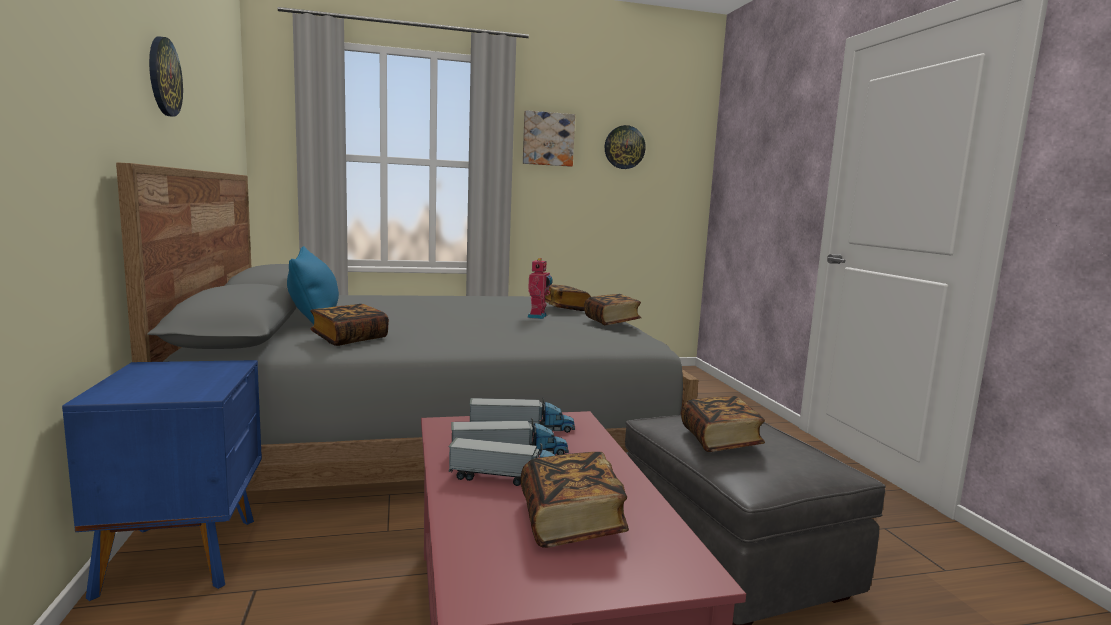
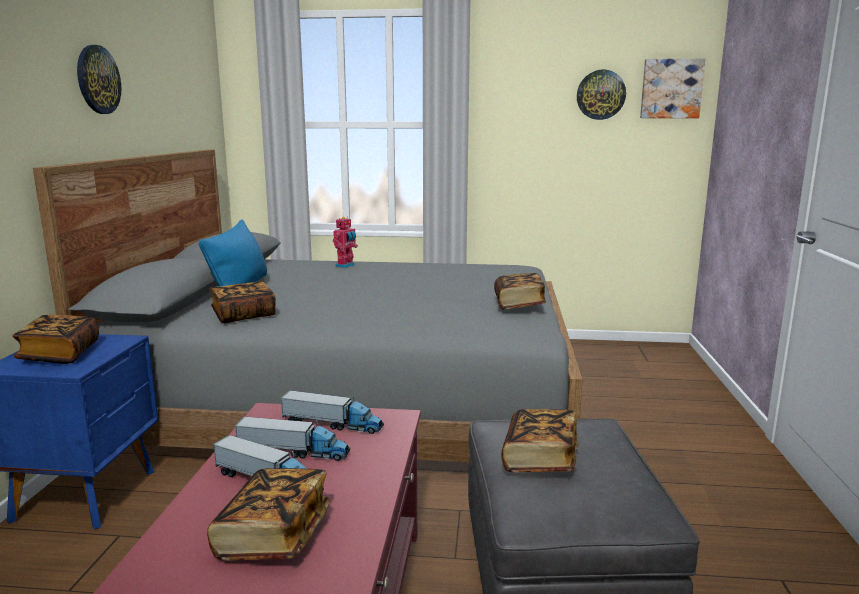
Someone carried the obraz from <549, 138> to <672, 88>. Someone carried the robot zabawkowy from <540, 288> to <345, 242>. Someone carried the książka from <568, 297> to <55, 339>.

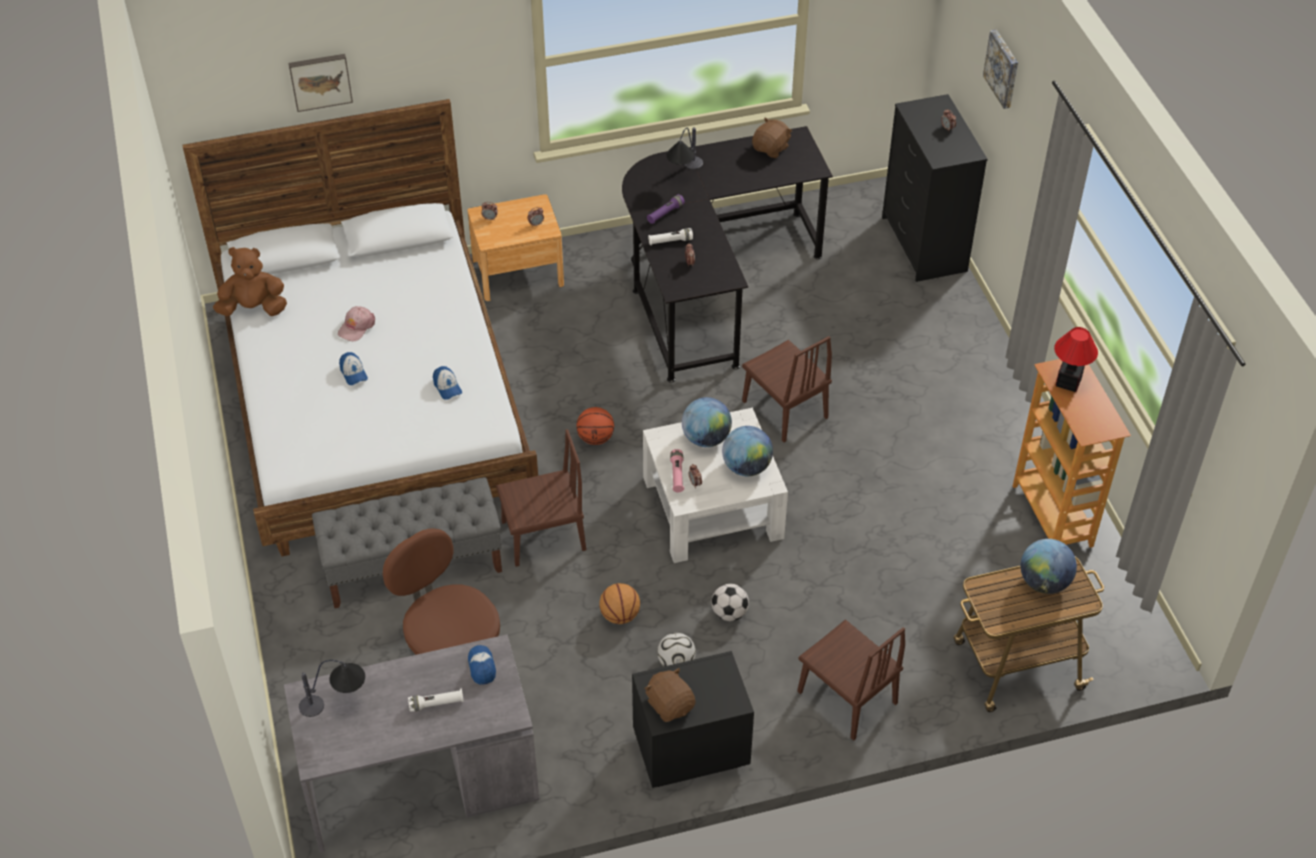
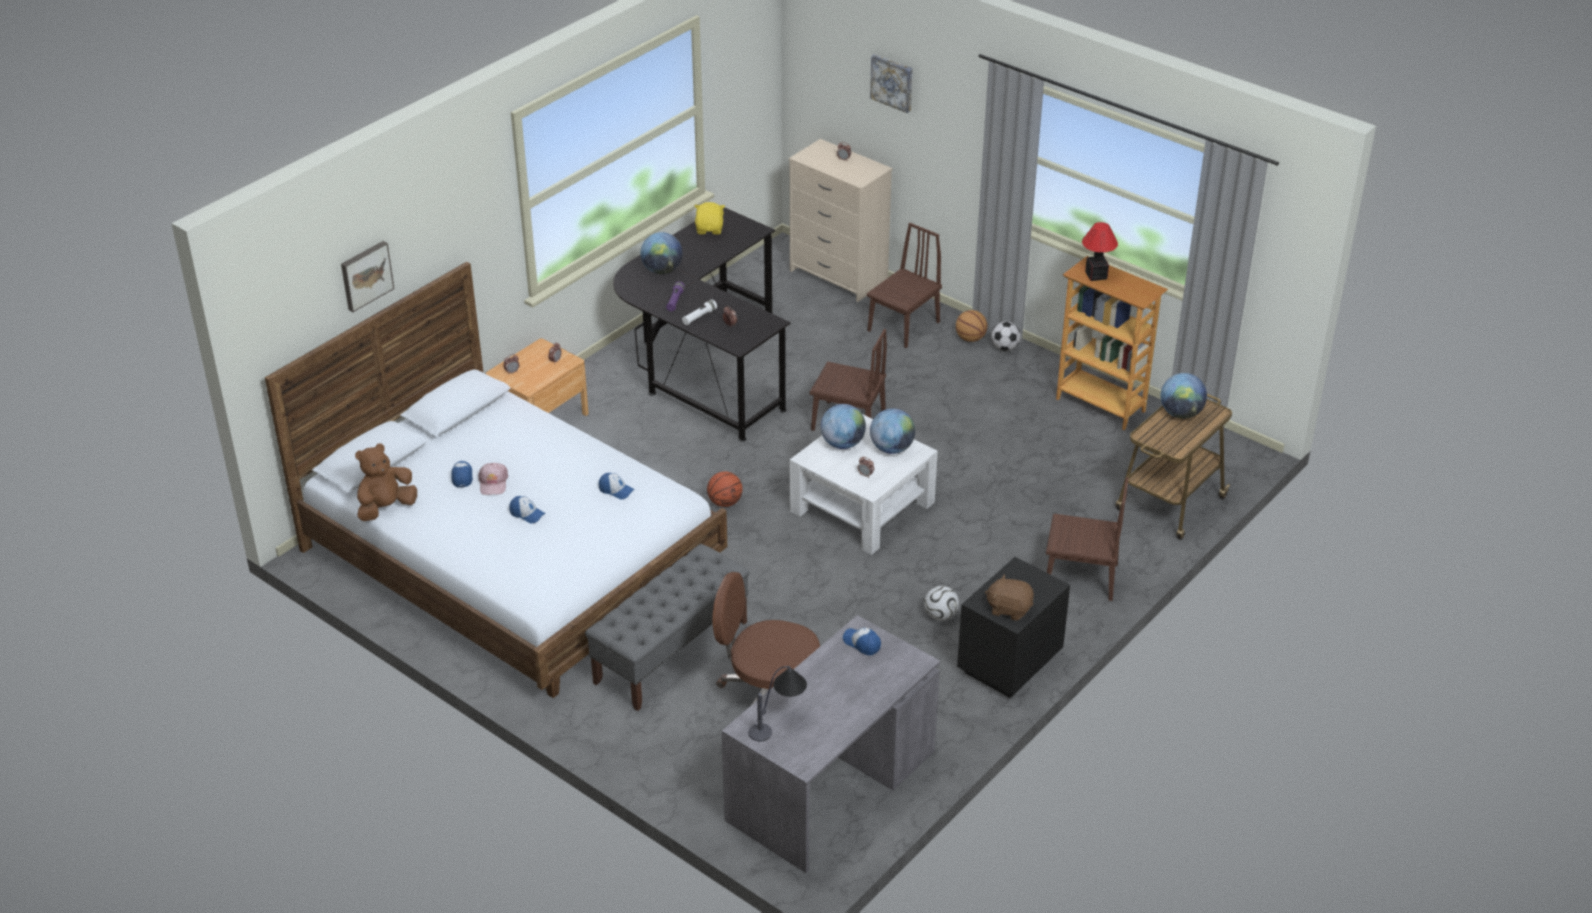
Someone took away the latarka [biały] at <436, 700>. Someone took away the latarka [różowy] at <677, 471>. Someone put down the czapka z daszkiem at <462, 474>. Someone carried the krzesło [brązowy] from <541, 498> to <904, 285>. Someone carried the piłka do koszykówki from <619, 603> to <971, 326>. Someone carried the piłka futbolowa from <730, 602> to <1006, 336>. Someone swapped the lampa stołowa at <684, 148> for the globus at <661, 253>. Someone repainted the pluszak [brązowy] at <772, 138>, which became the pluszak [żółty] at <709, 218>. Someone repainted the komoda [czarny] at <935, 188>, which became the komoda [beżowy] at <841, 220>.

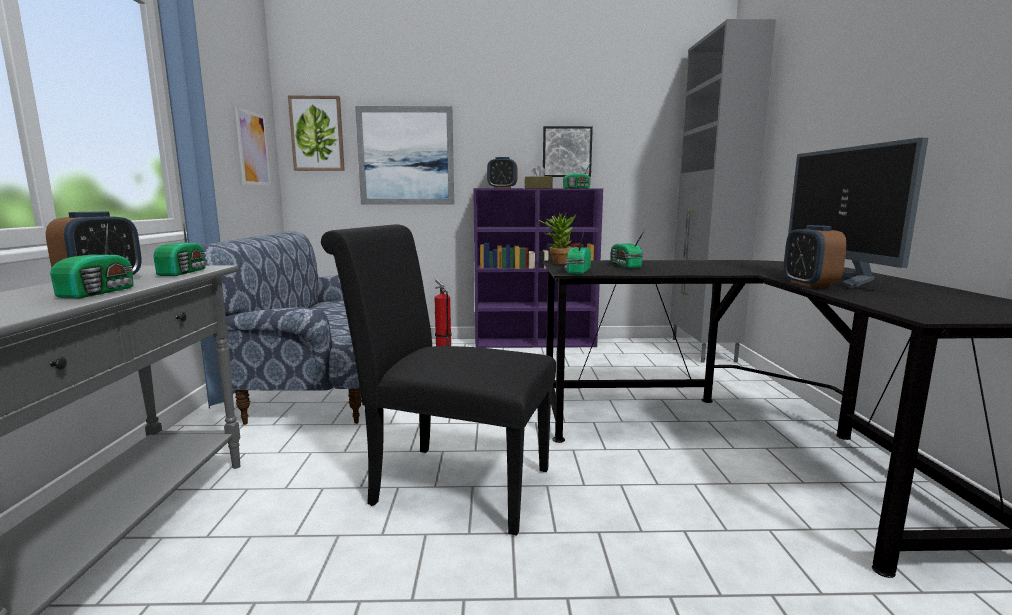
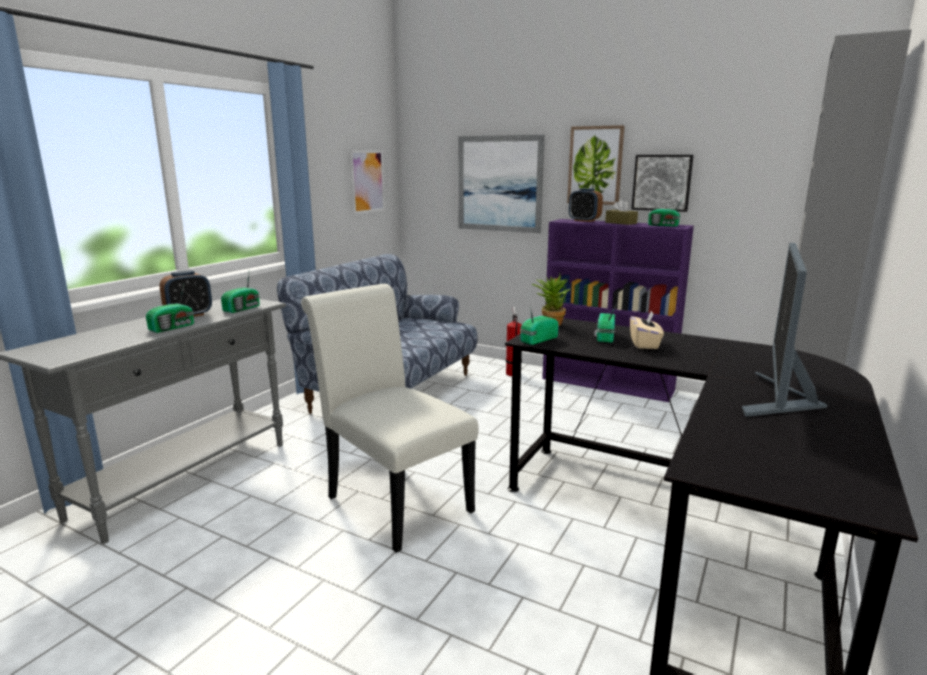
Someone took away the budzik at <815, 256>. Someone put down the pudełko chusteczek [beżowy] at <647, 329>. Someone carried the obraz from <316, 133> to <596, 165>. Someone repainted the krzesło [czarny] at <438, 380>, which became the krzesło [biały] at <389, 418>.

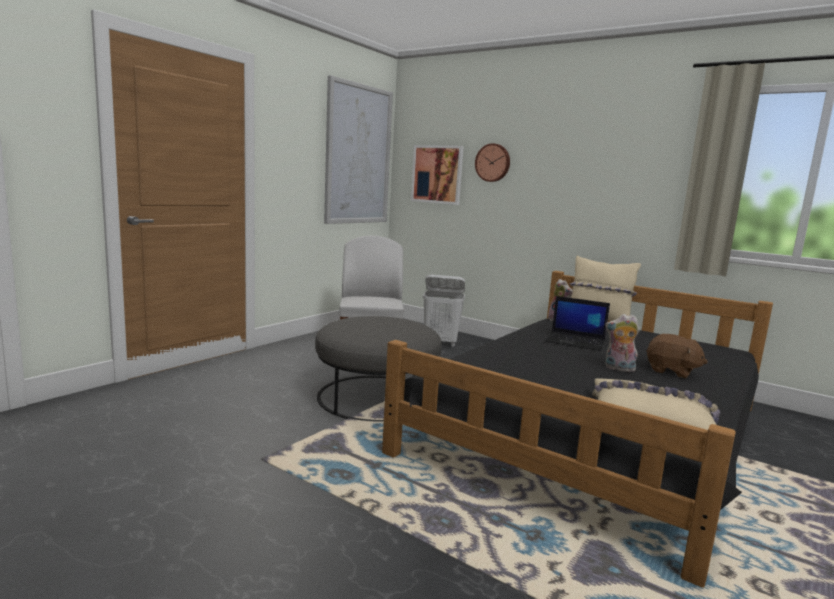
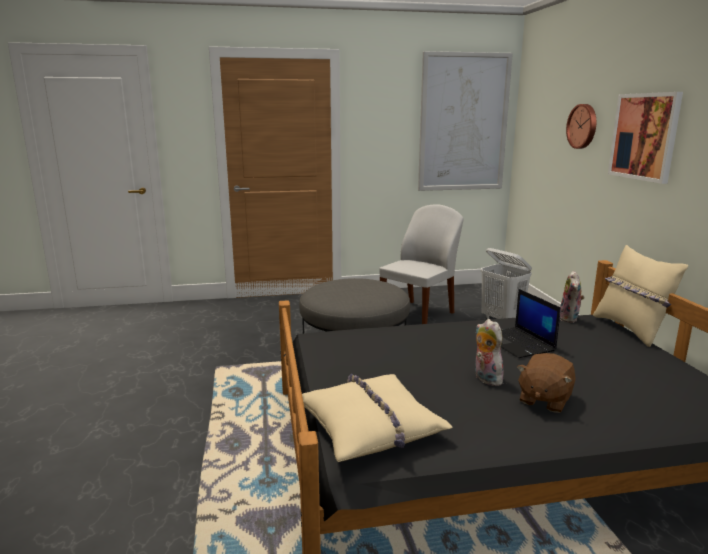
Someone carried the obraz from <437, 175> to <645, 138>. Someone rotated the pluszak [brązowy] at <677, 356> by 45 degrees clockwise.

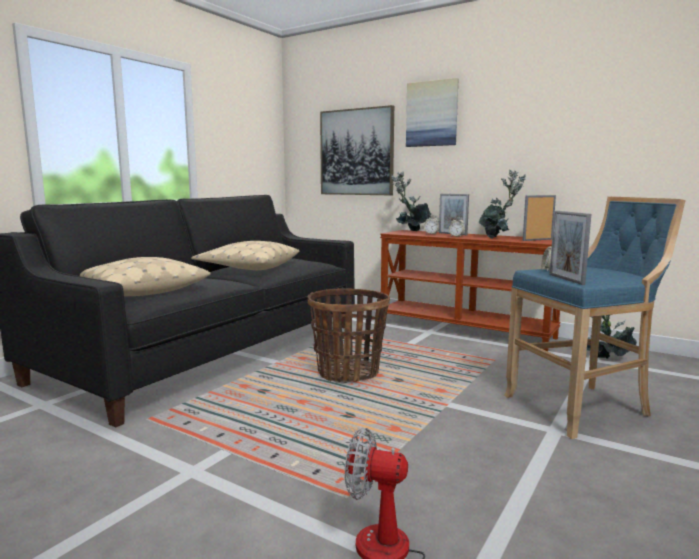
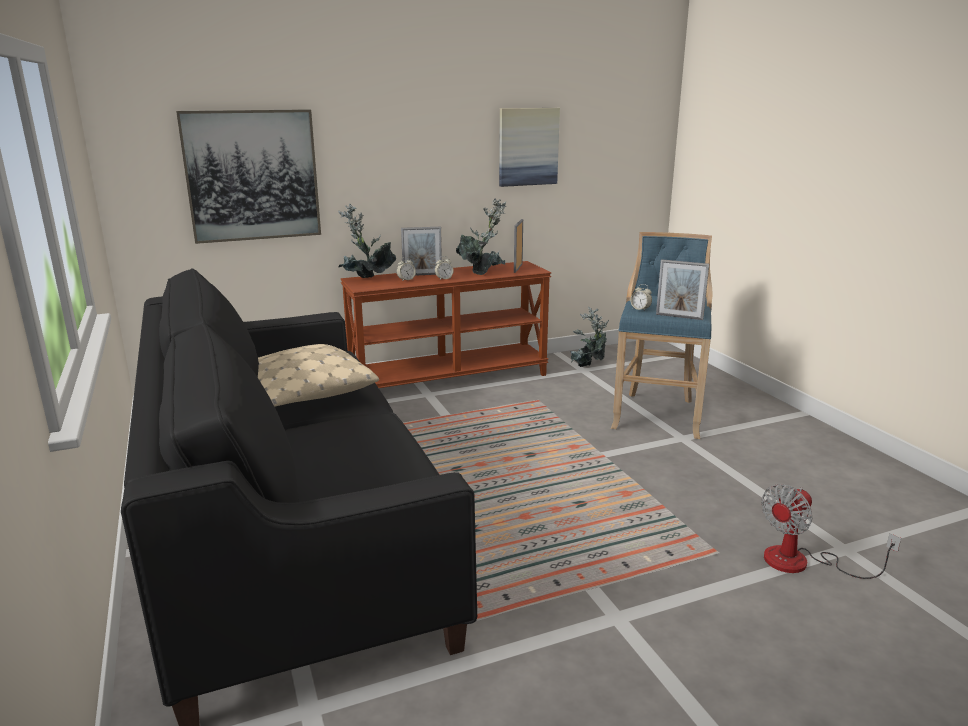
Someone took away the poduszka [beżowy] at <145, 276>. Someone took away the koszyk at <348, 335>. Someone carried the obraz from <432, 112> to <529, 147>.

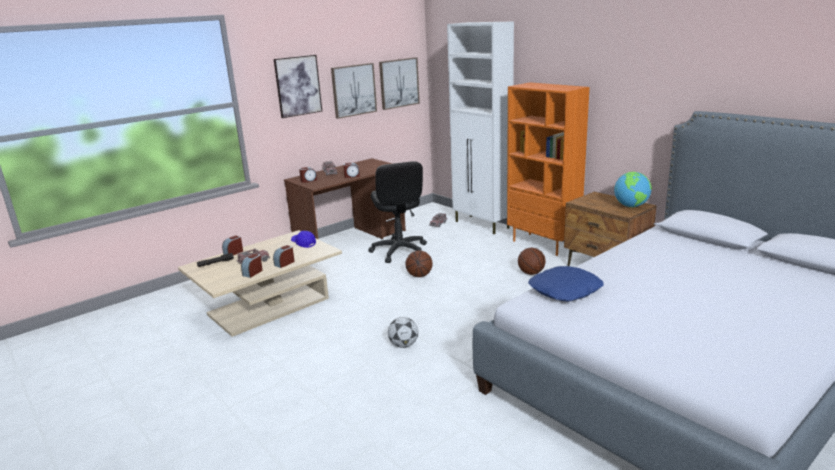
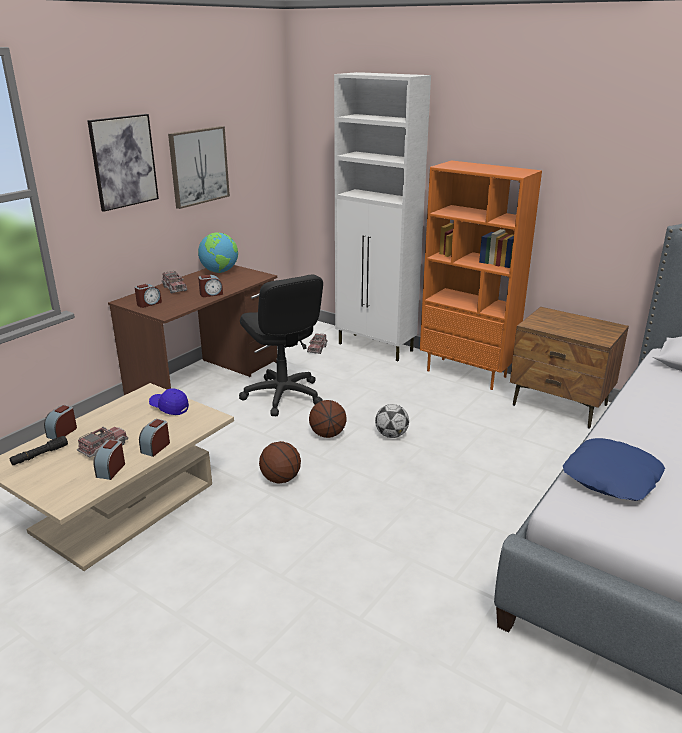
Someone took away the obraz at <399, 83>. Someone carried the piłka futbolowa from <403, 332> to <392, 421>. Someone carried the piłka do koszykówki from <532, 261> to <280, 462>. Someone carried the globus from <633, 189> to <218, 252>.

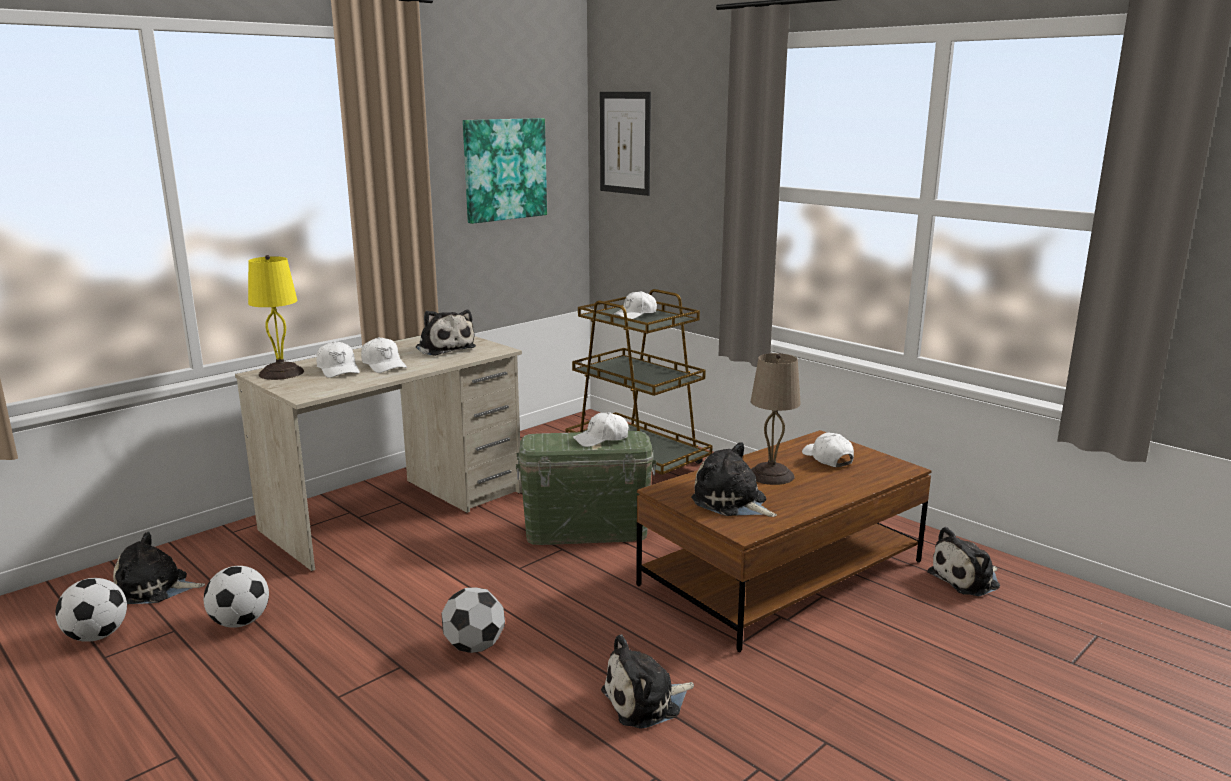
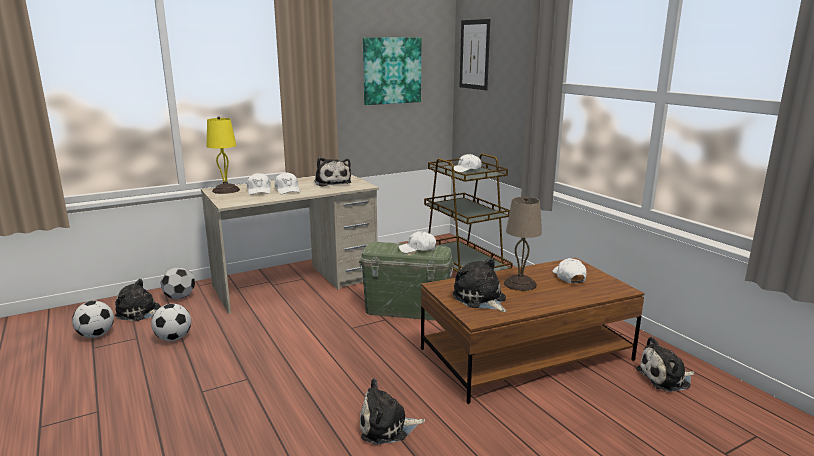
Someone carried the piłka futbolowa from <473, 620> to <177, 283>.

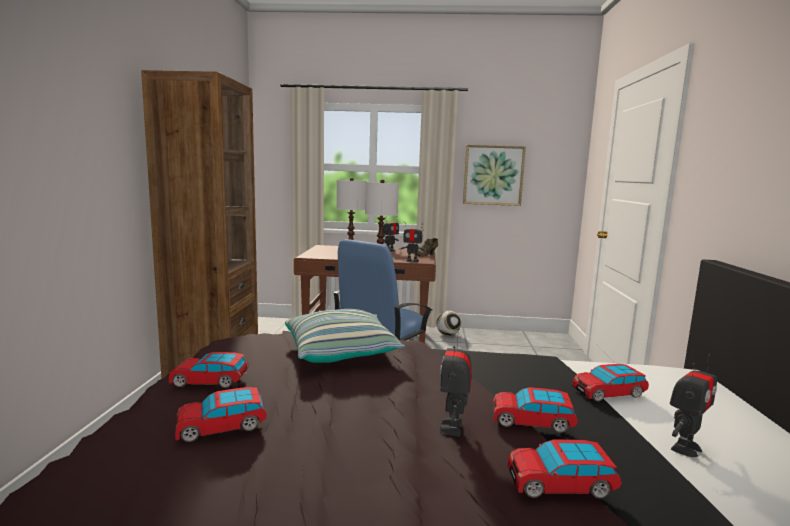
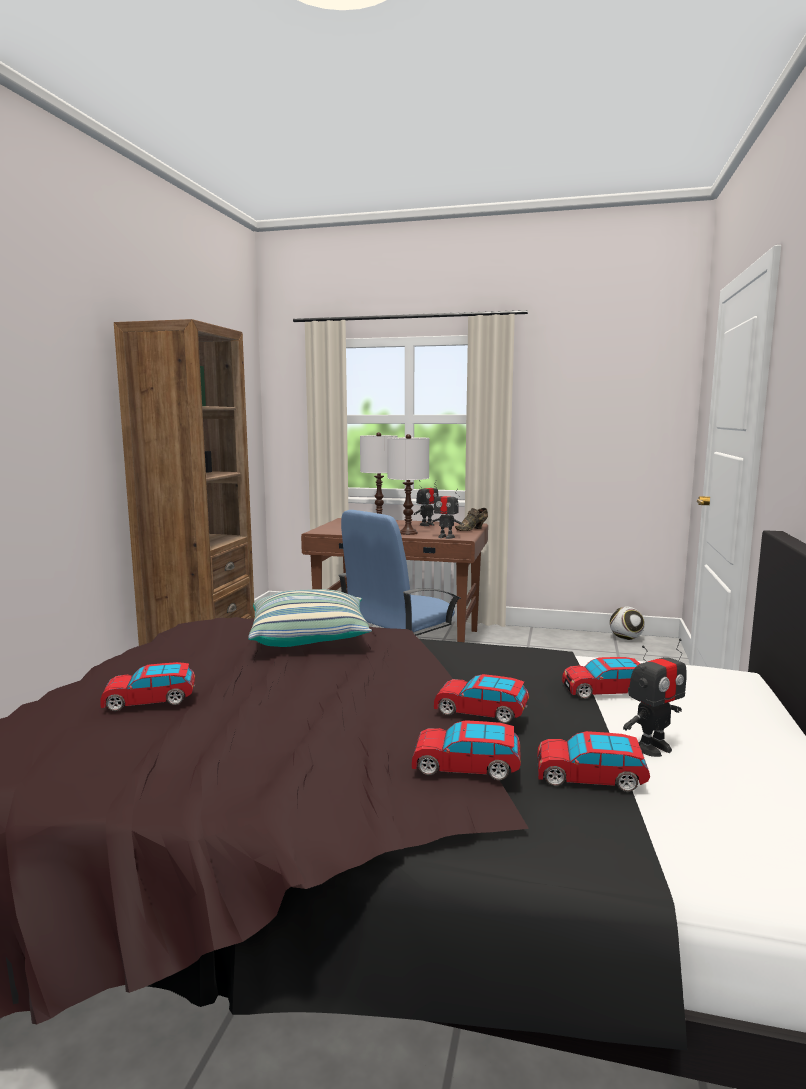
Someone took away the robot zabawkowy at <455, 382>. Someone took away the obraz at <494, 175>. Someone carried the samochodzik from <209, 370> to <593, 761>. Someone carried the piłka futbolowa from <448, 323> to <627, 623>.

